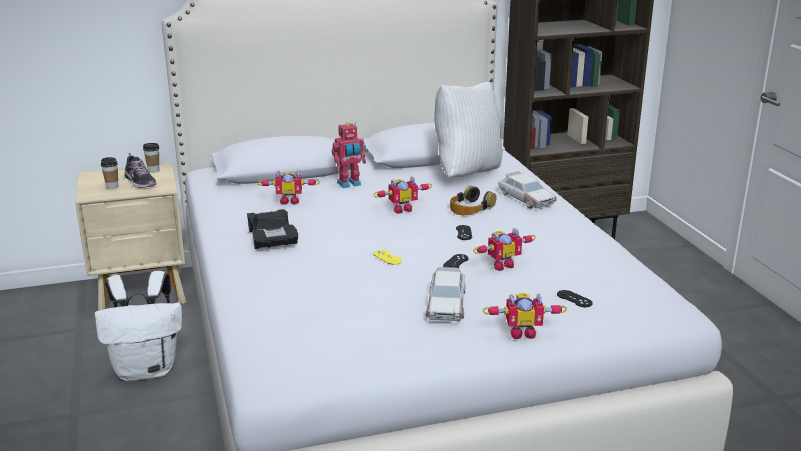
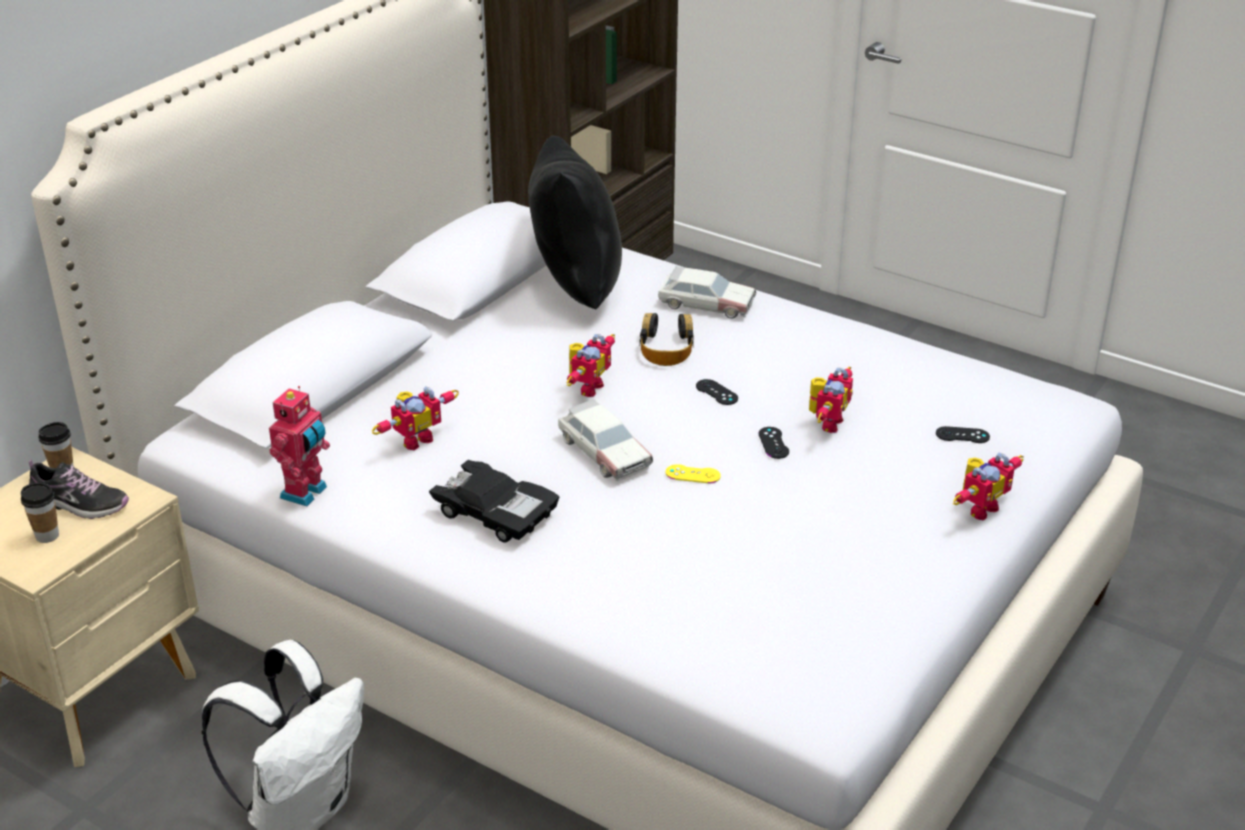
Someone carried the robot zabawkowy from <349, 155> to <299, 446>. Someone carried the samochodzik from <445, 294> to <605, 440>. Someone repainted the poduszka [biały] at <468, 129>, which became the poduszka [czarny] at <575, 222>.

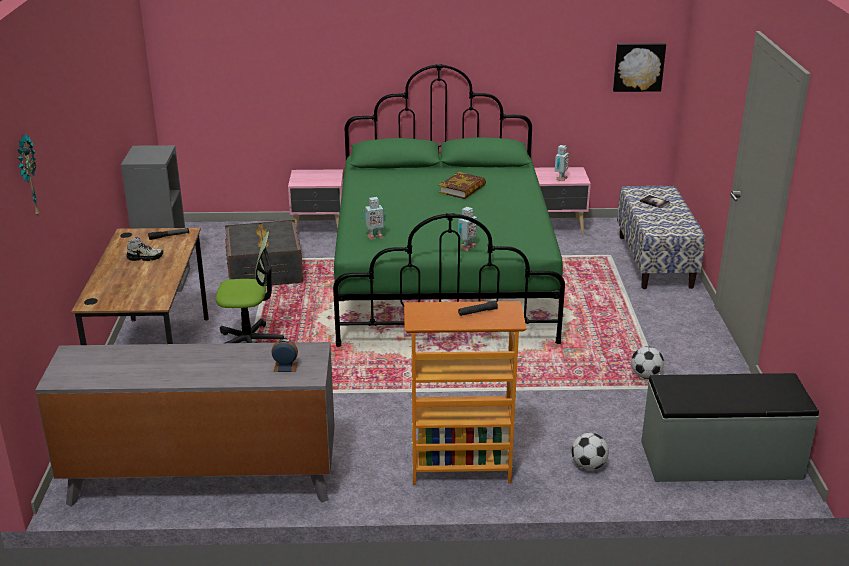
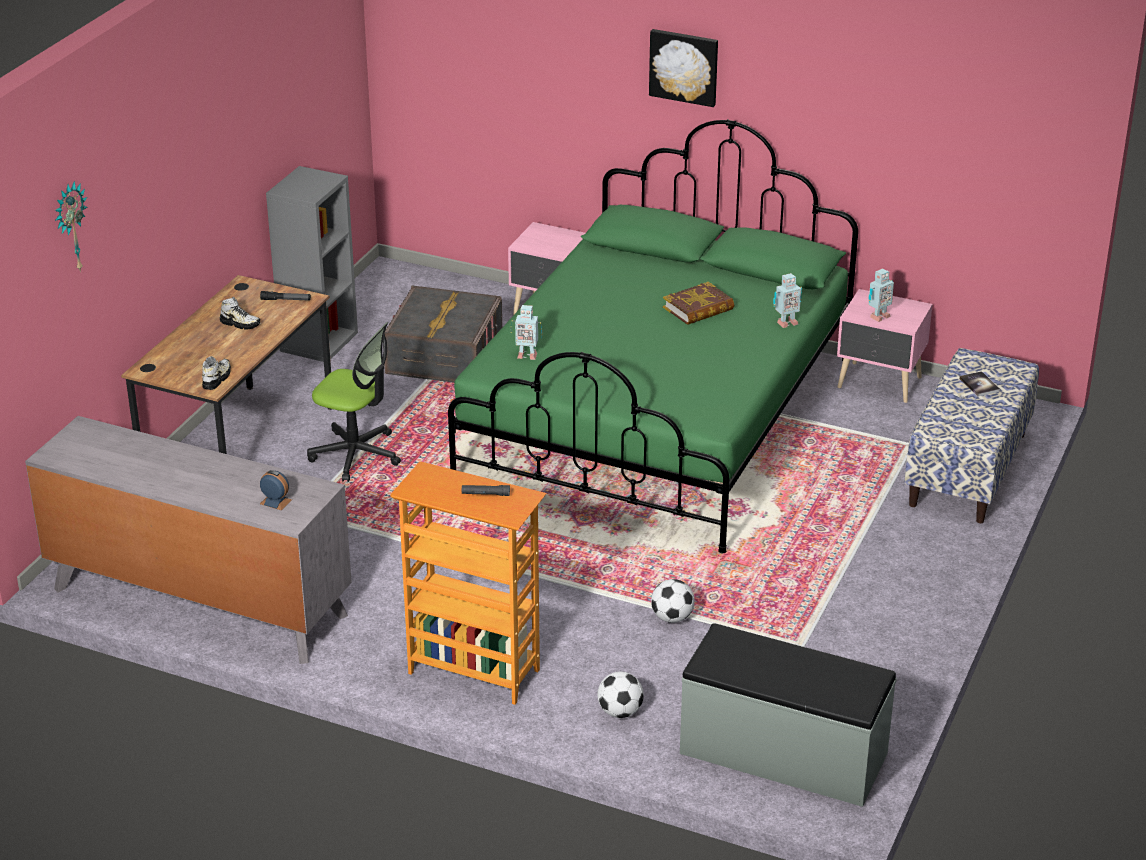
Someone put down the but at <216, 373>. Someone carried the robot zabawkowy from <467, 229> to <787, 300>. Someone carried the obraz from <639, 67> to <683, 68>. Someone carried the piłka futbolowa from <647, 362> to <673, 601>.

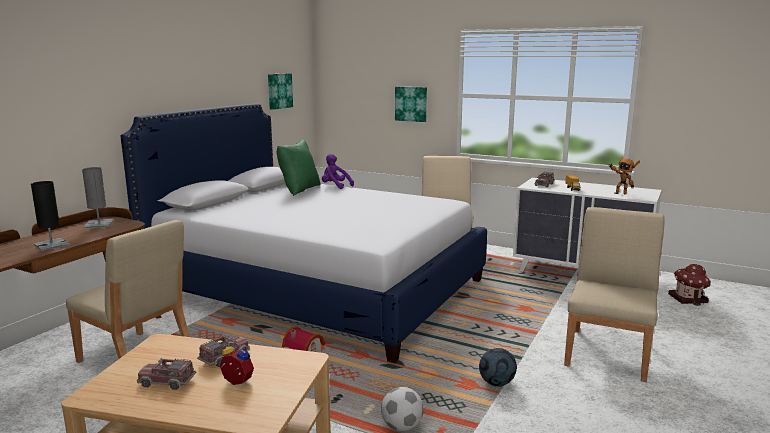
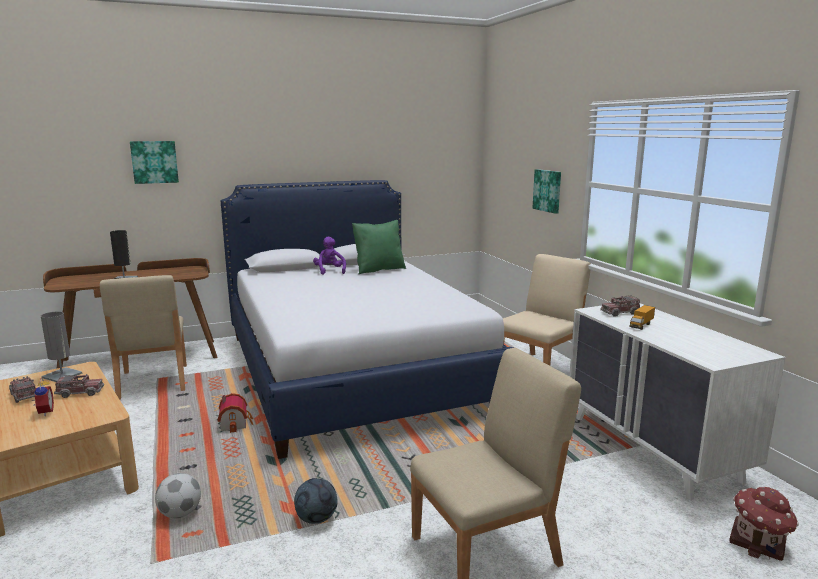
Someone took away the robot zabawkowy at <624, 175>. Someone carried the lampa stołowa [szary] from <98, 197> to <62, 346>. Someone carried the obraz from <280, 91> to <154, 162>. Someone carried the pluszak [fioletowy] from <338, 171> to <329, 255>.

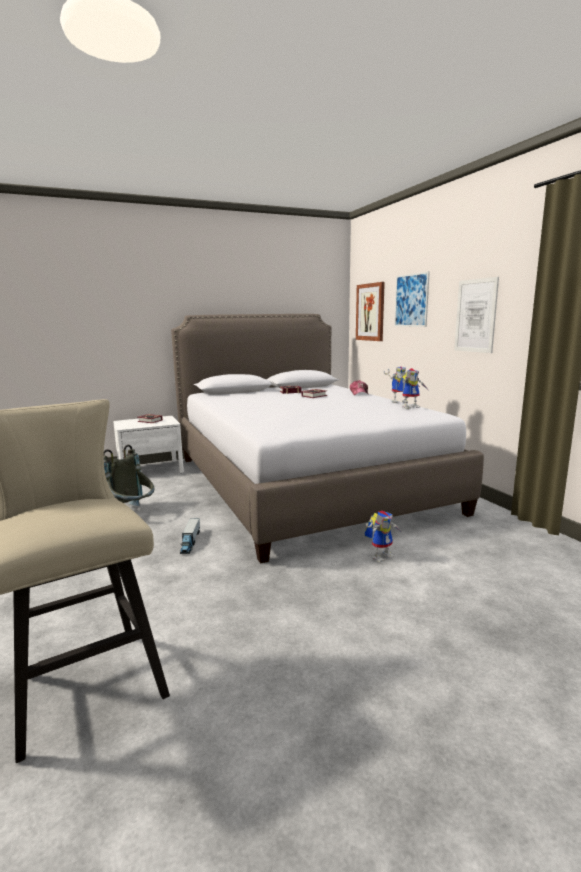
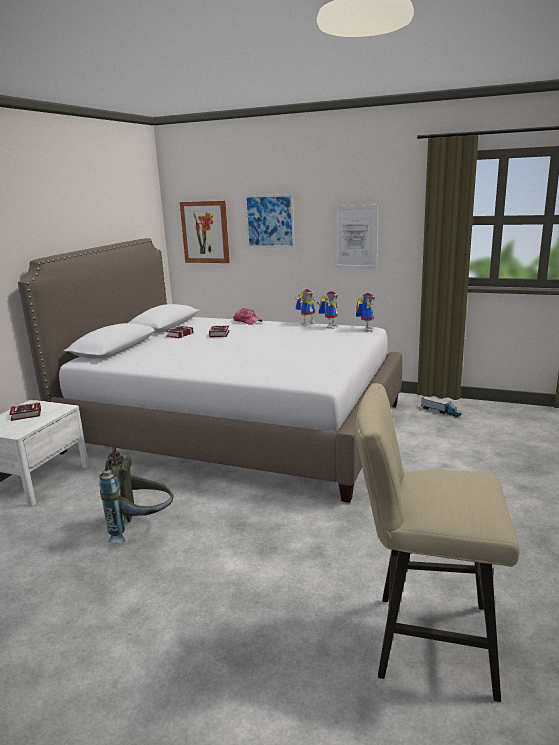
Someone carried the ciężarówka zabawkowa from <190, 536> to <441, 406>. Someone carried the robot zabawkowy from <383, 536> to <365, 312>.

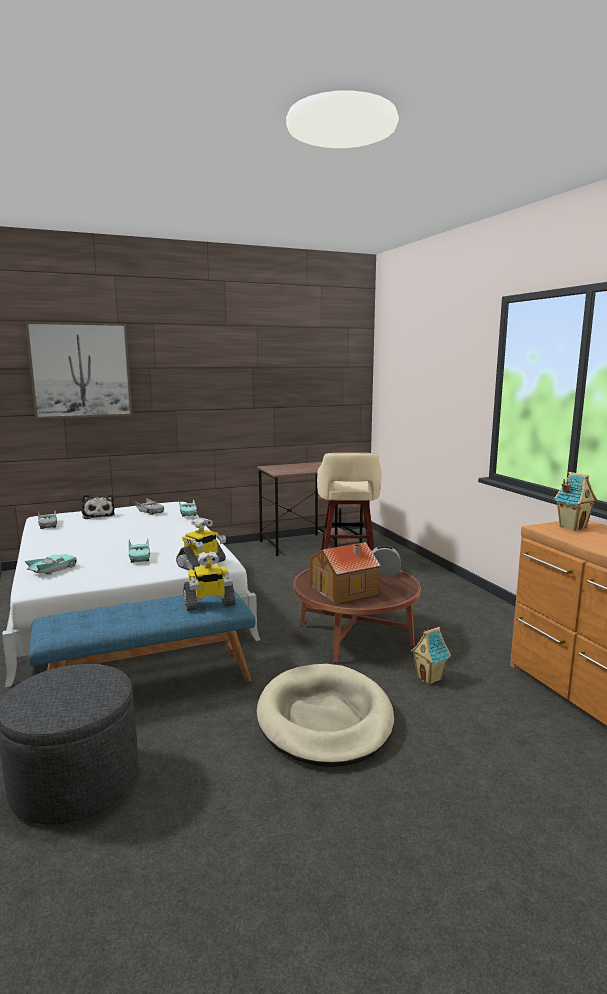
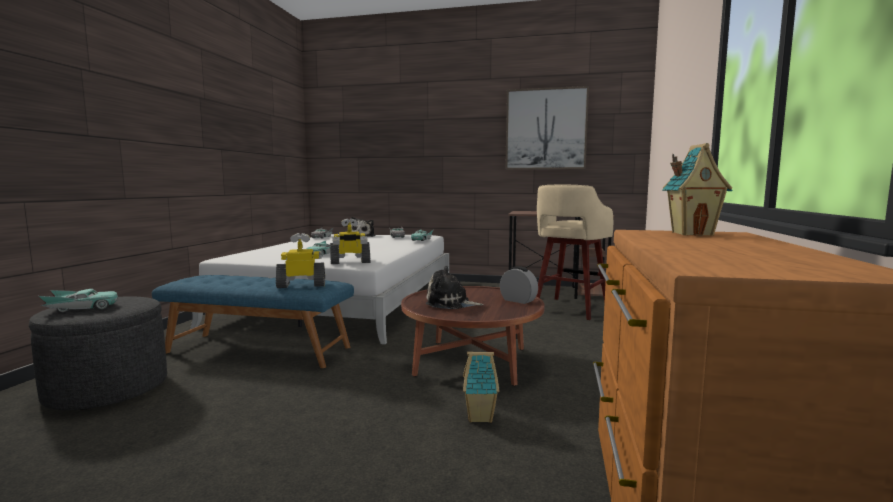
Someone took away the legowisko [beżowy] at <325, 715>. Someone carried the obraz from <78, 370> to <547, 128>. Someone carried the samochodzik [turkusowy] from <51, 564> to <78, 300>. Someone swapped the domek at <345, 573> for the pluszak at <454, 287>. Someone rotated the robot zabawkowy at <209, 581> by 150 degrees clockwise.

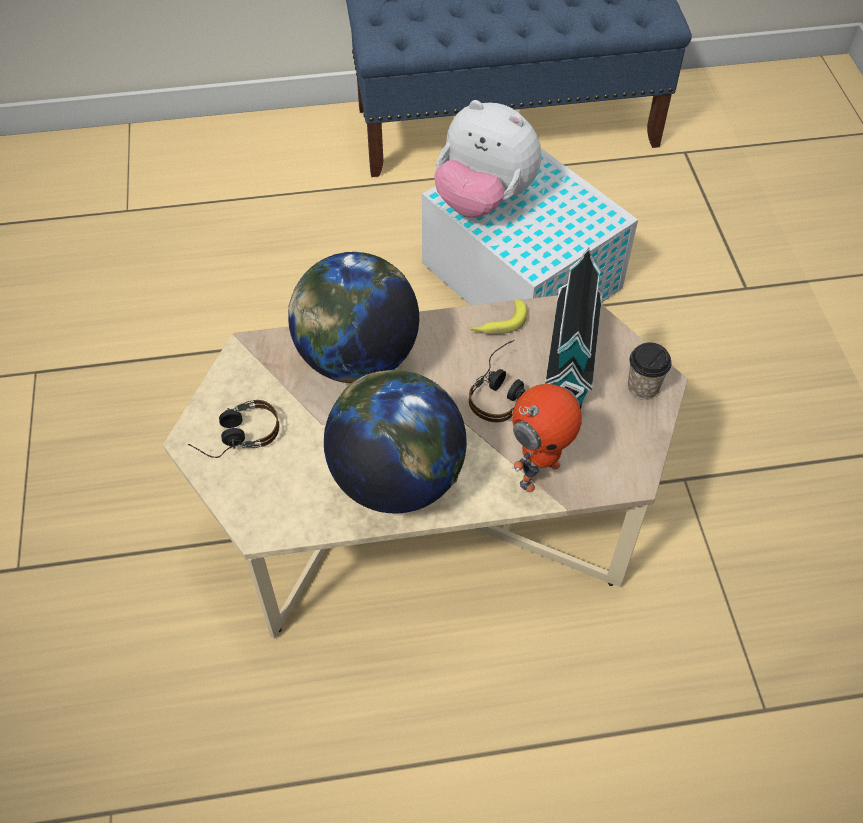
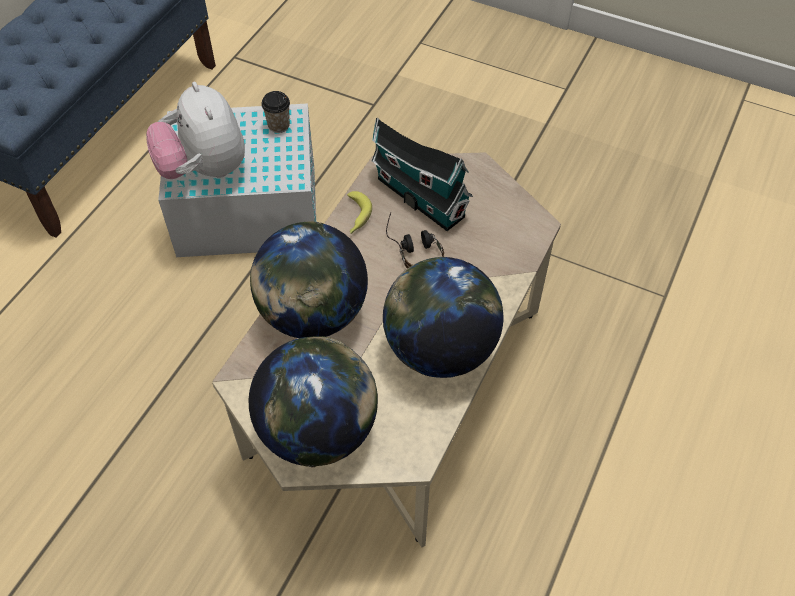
Someone took away the robot zabawkowy at <547, 438>. Someone carried the filiżanka from <650, 371> to <275, 112>. Someone swapped the słuchawki at <233, 429> for the globus at <313, 402>. Someone rotated the pluszak at <487, 159> by 90 degrees clockwise.

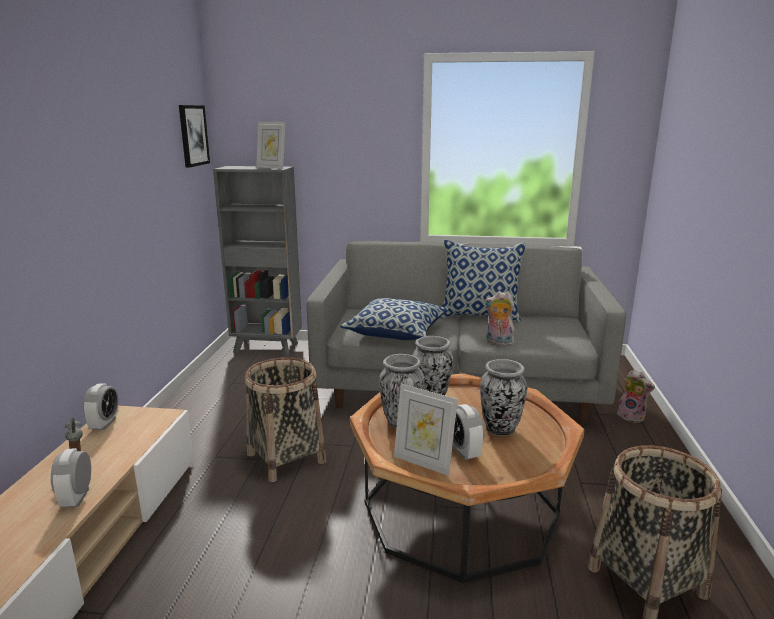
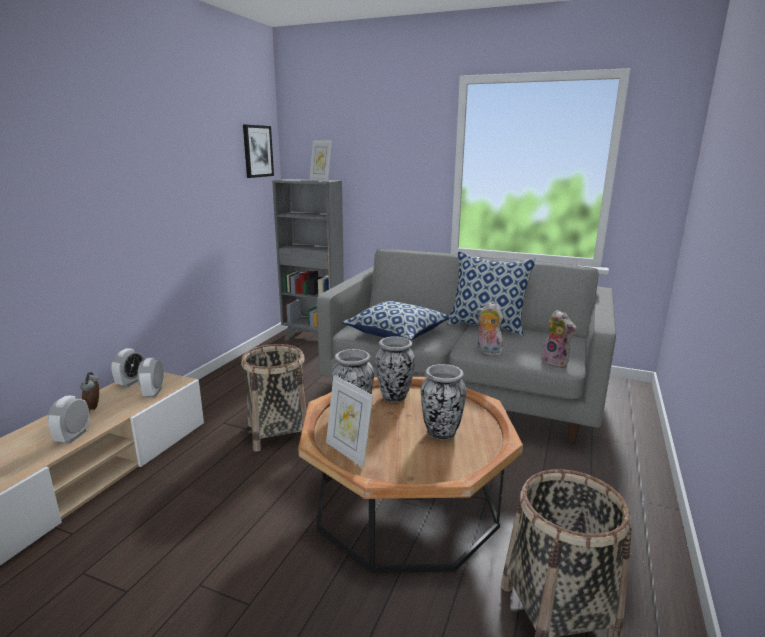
Someone carried the budzik from <468, 432> to <150, 378>. Someone carried the pluszak from <636, 396> to <558, 339>.

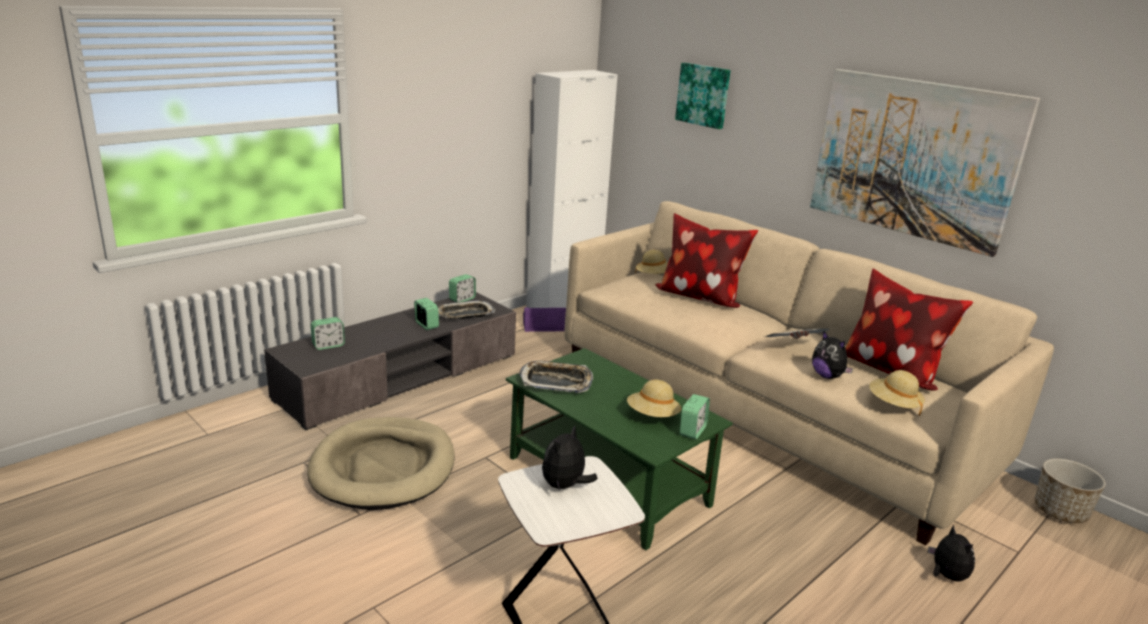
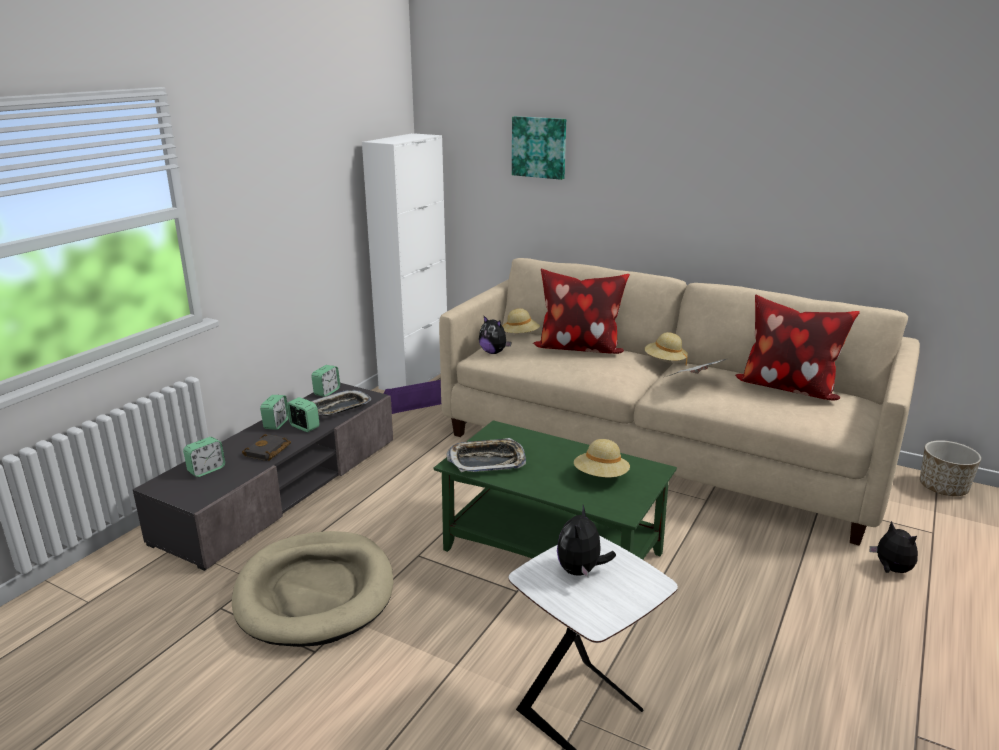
Someone took away the obraz at <925, 163>. Someone put down the książka [czarny] at <266, 447>. Someone carried the budzik from <695, 416> to <274, 412>. Someone carried the pluszak from <832, 354> to <495, 335>. Someone carried the kapelusz [beżowy] from <897, 393> to <666, 349>.

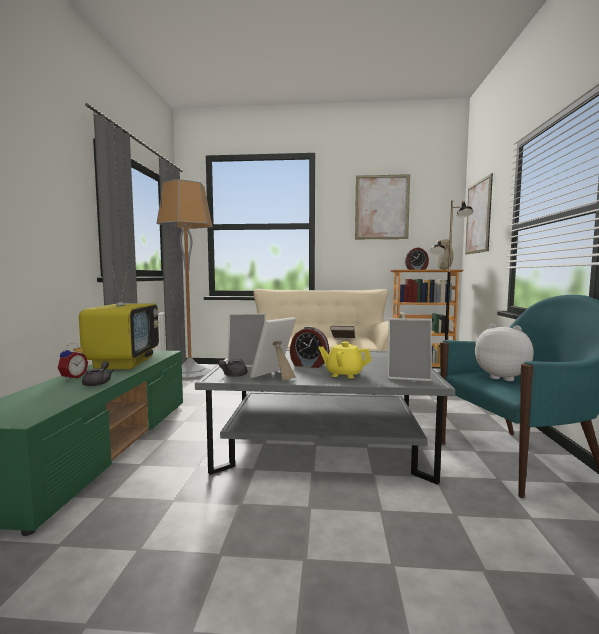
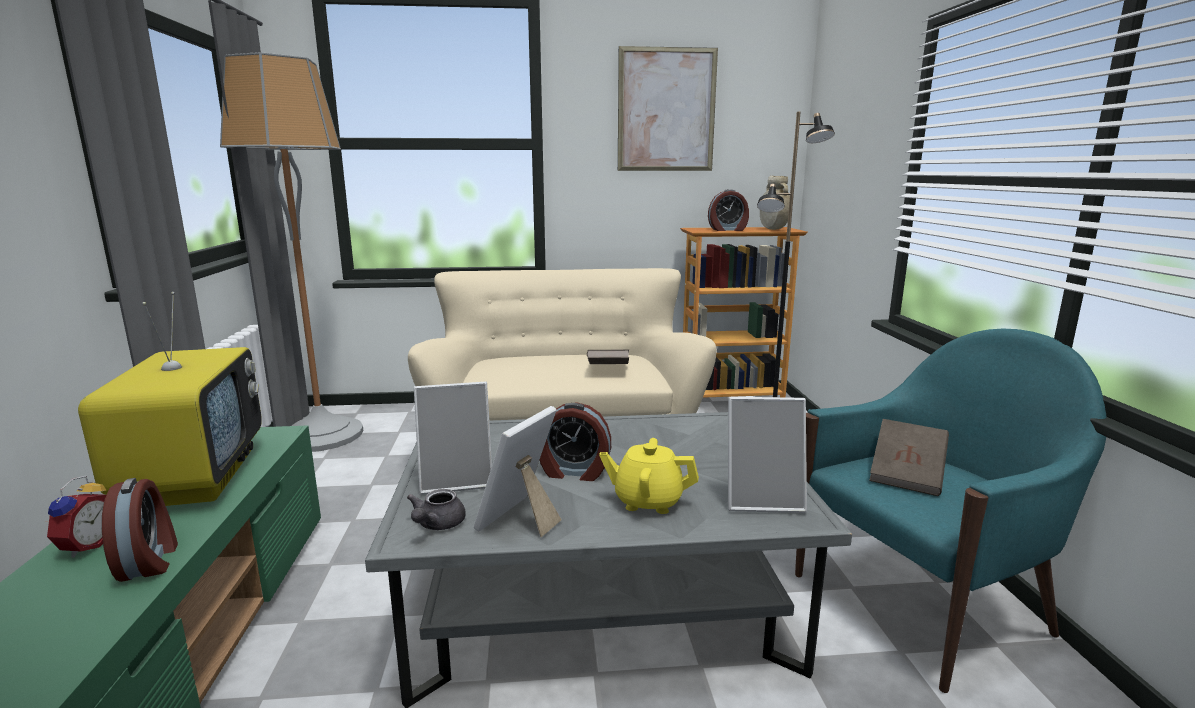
Someone took away the obraz at <479, 214>. Someone swapped the imbryk [szary] at <98, 373> for the budzik at <140, 530>. Someone swapped the pluszak at <504, 352> for the książka [brązowy] at <909, 457>.

